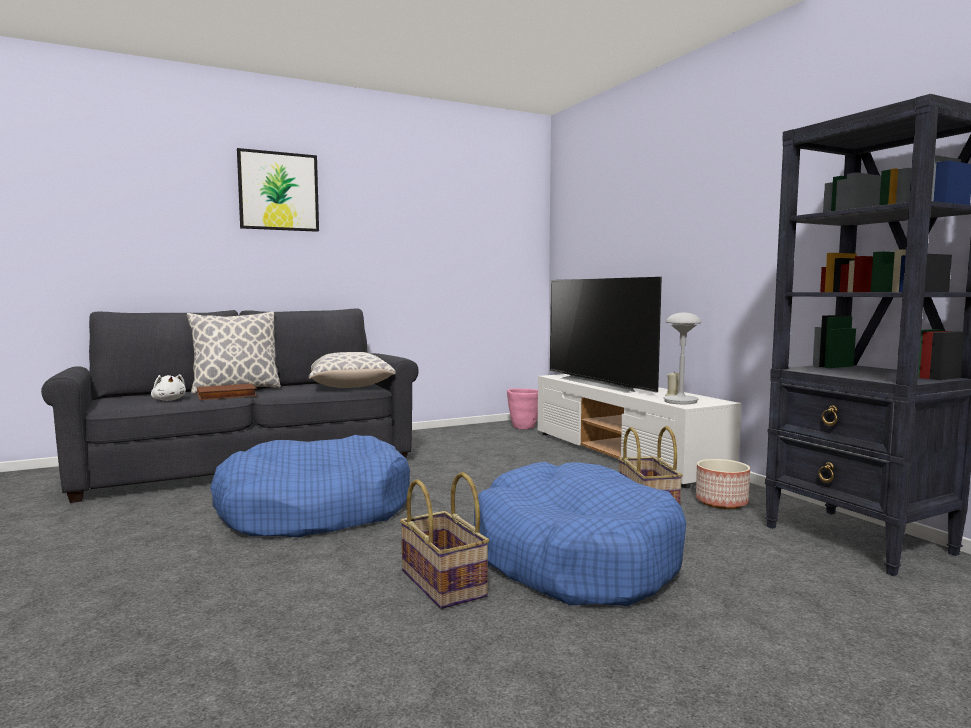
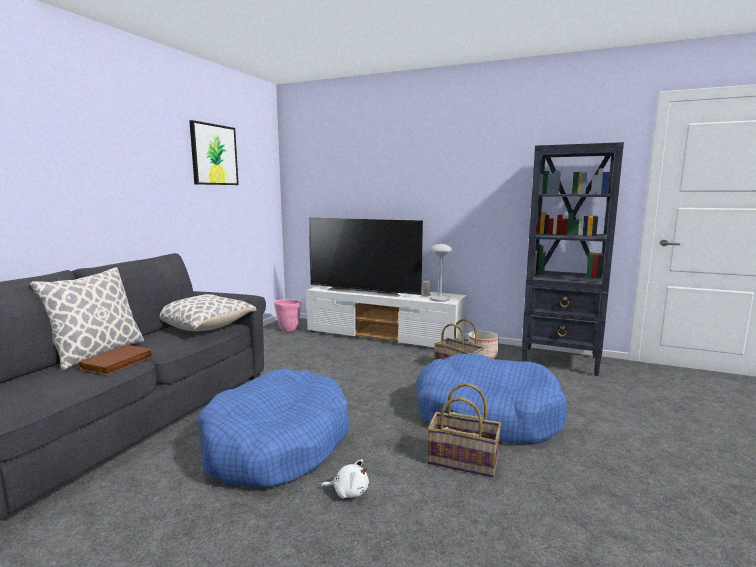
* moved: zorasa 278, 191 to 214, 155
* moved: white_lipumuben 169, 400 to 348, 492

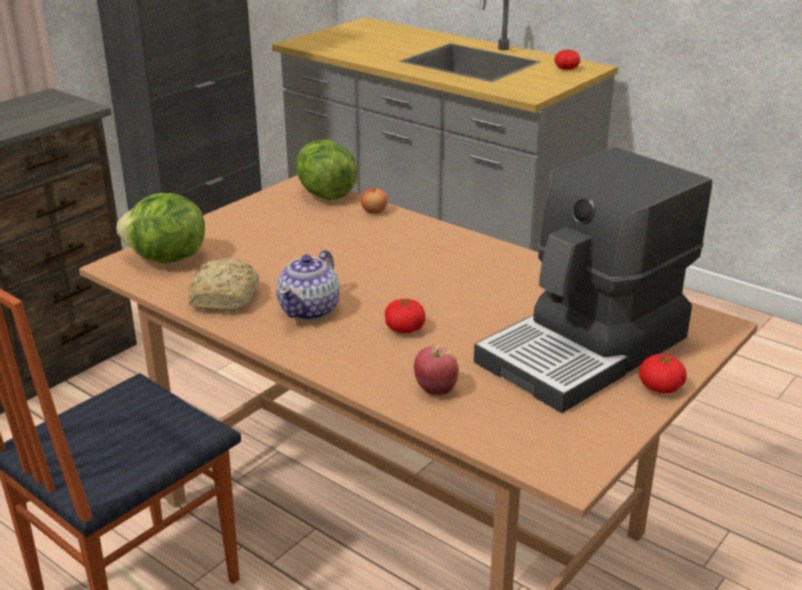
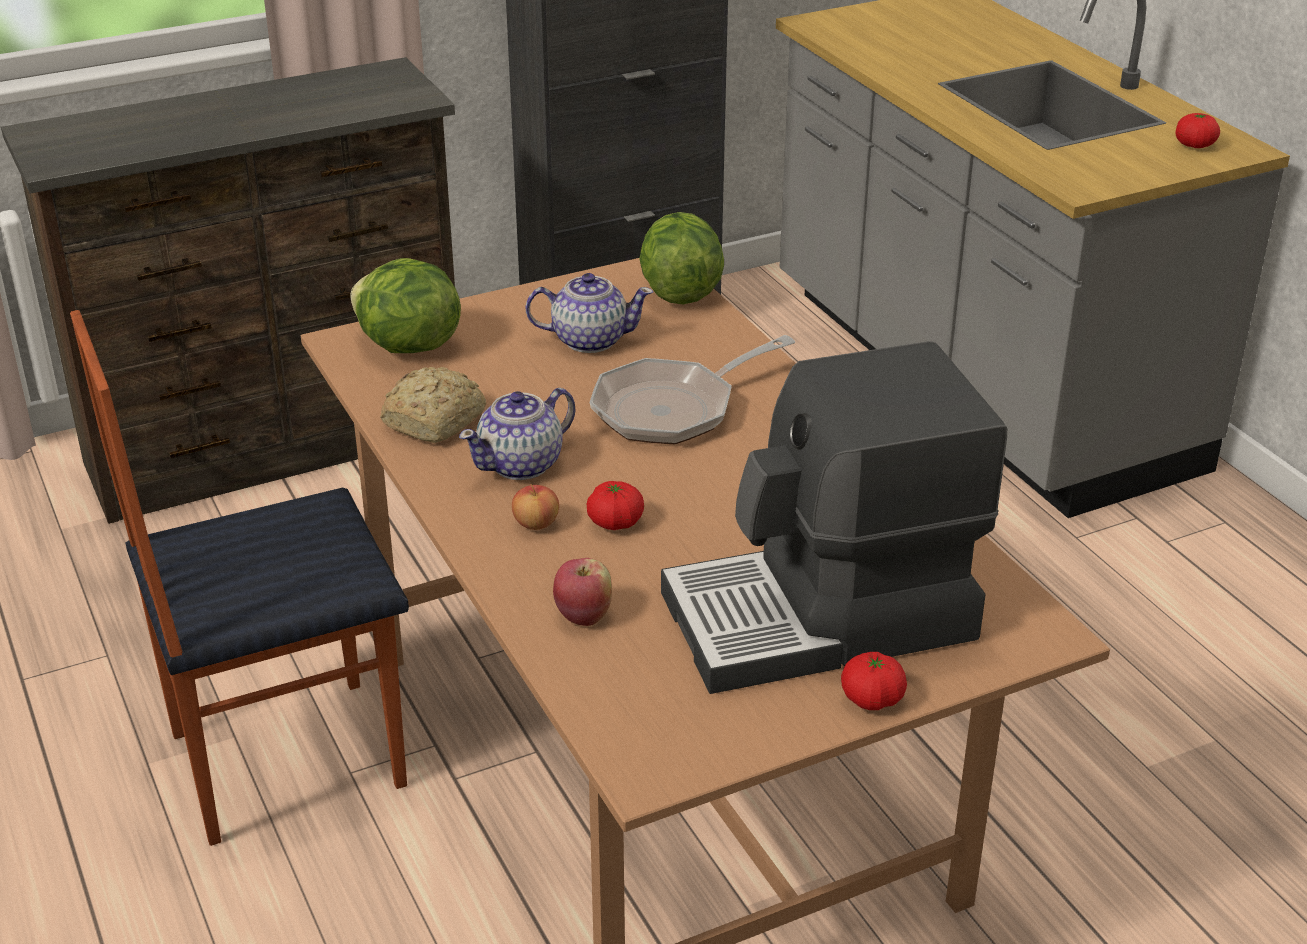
* moved: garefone 374, 211 to 536, 523
* added: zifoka 589, 340
* added: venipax 673, 408

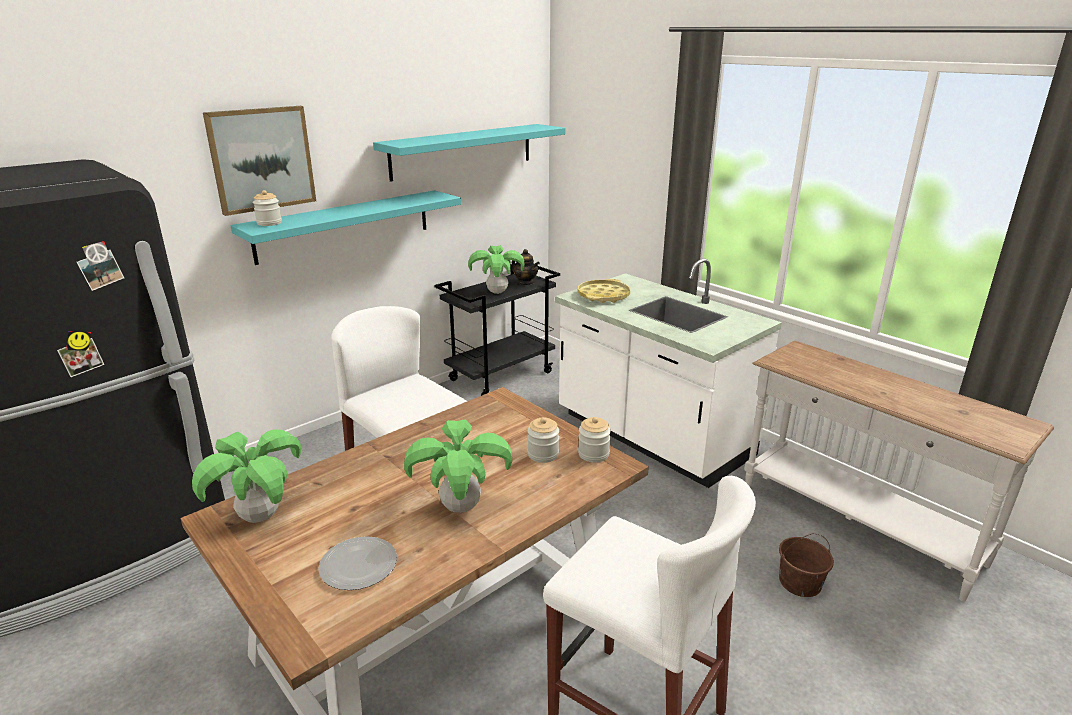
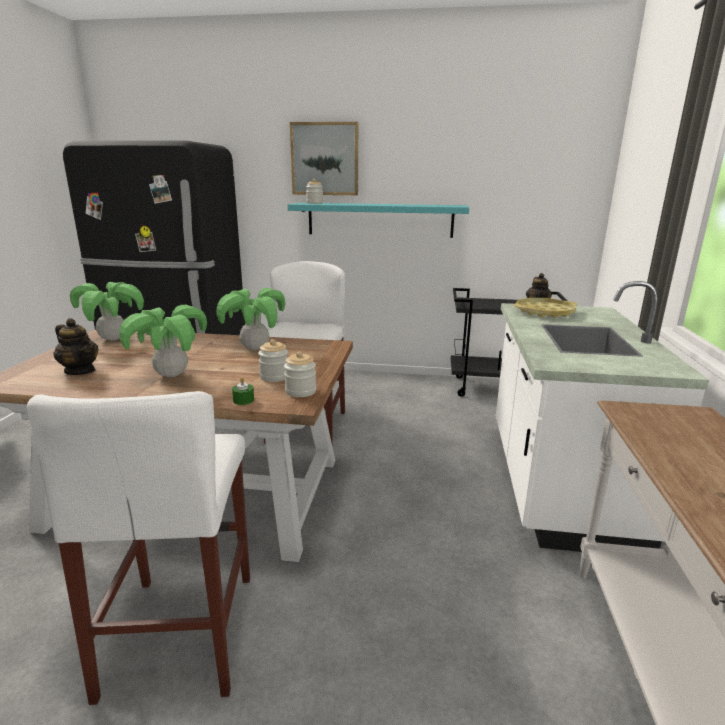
* removed: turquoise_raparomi 463, 151
* moved: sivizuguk 497, 292 to 255, 348
* removed: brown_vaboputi 800, 583
* replaced: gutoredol 357, 565 to zifoka 80, 371
* added: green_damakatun 243, 400

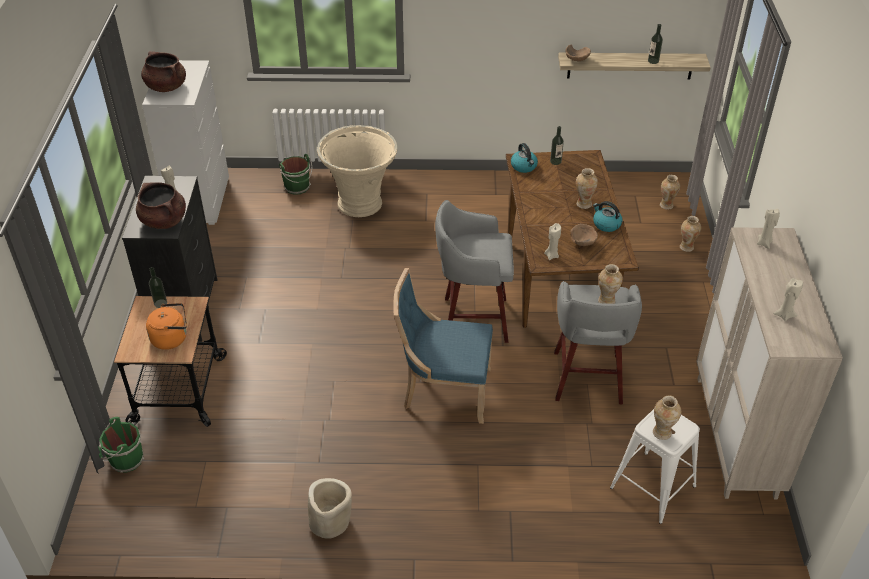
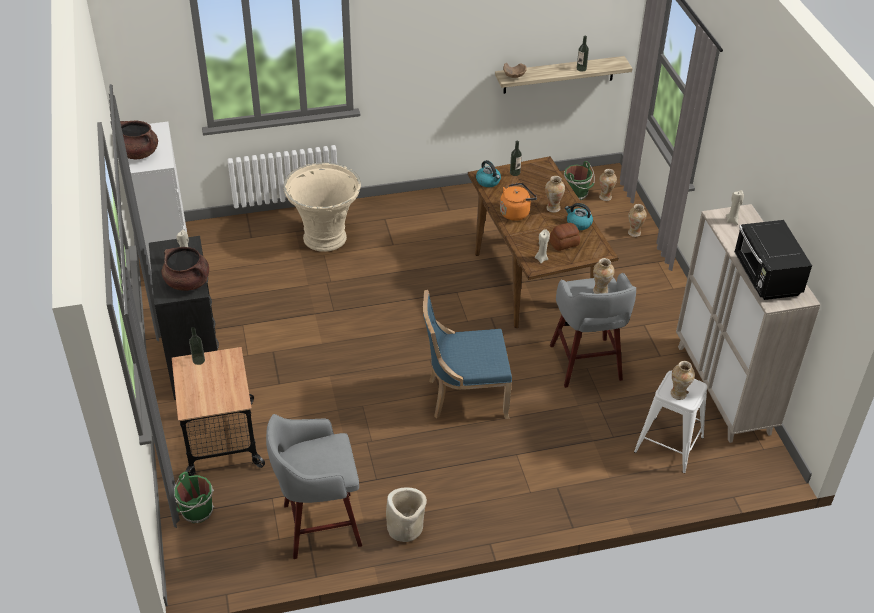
* moved: green_vaboputi 298, 187 to 577, 194
* moved: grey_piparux 472, 319 to 319, 525
* replaced: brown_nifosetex 583, 243 to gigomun 564, 243
* replaced: beige_damakatun 784, 315 to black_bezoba 766, 277
* moved: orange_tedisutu 172, 338 to 516, 212

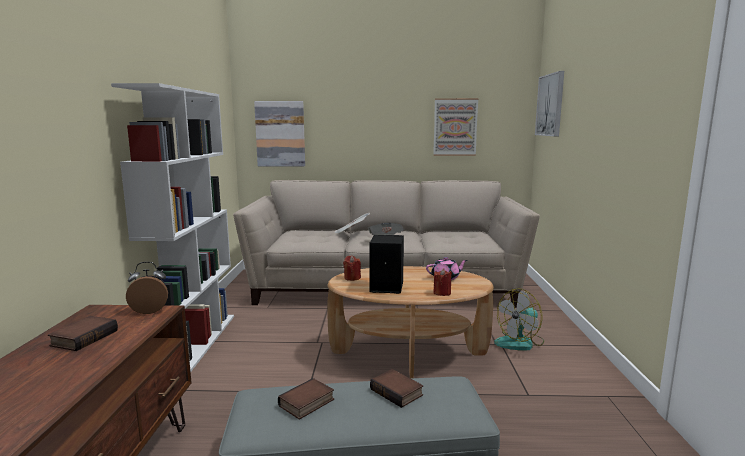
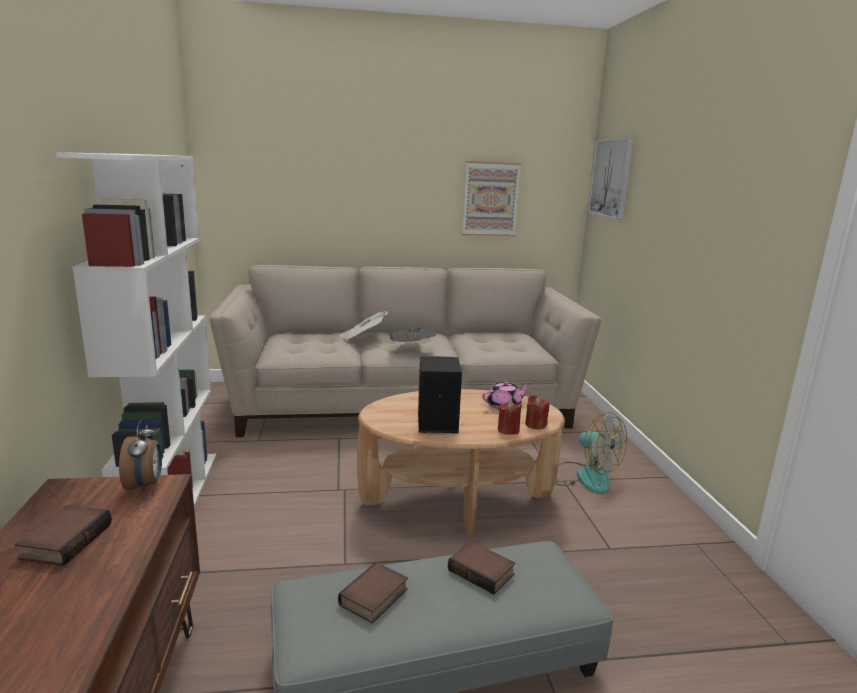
* removed: zorasa 280, 134
* moved: red_damakatun 352, 278 to 535, 424
* turned: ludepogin 150, 310 = 145, 485 105 degrees clockwise
* turned: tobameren 520, 342 = 584, 477 90 degrees counterclockwise

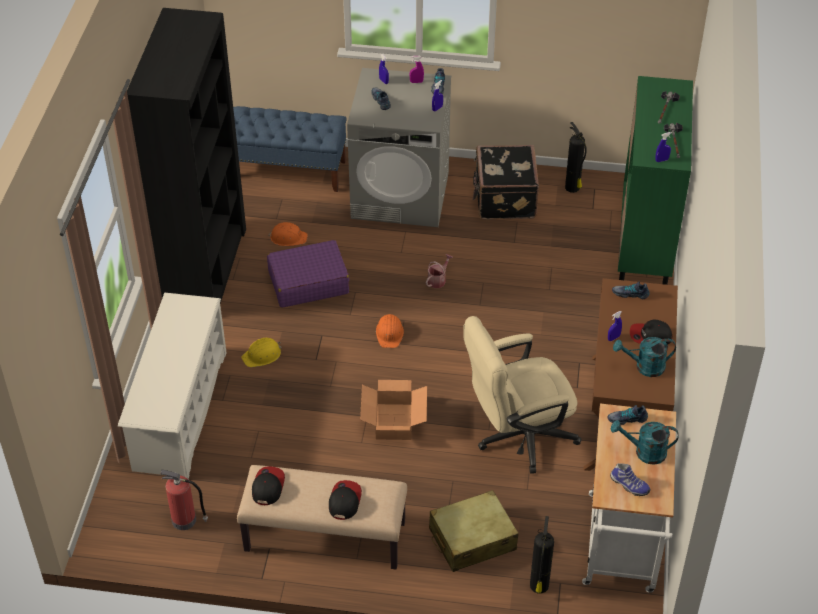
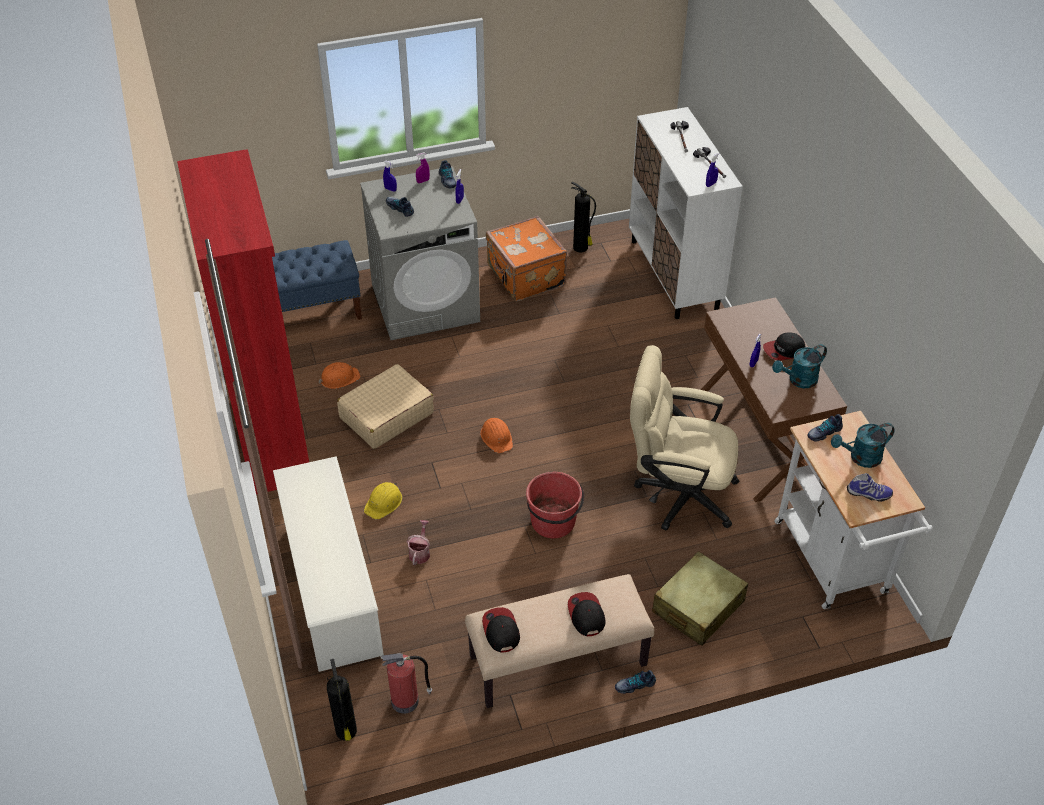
* recoloured: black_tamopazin 205, 269 to red_tamopazin 272, 436
* recoloured: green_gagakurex 645, 240 to white_gagakurex 674, 275
* recoloured: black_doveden 504, 199 to orange_doveden 525, 277
* recoloured: purple_doveden 308, 282 to beige_doveden 386, 415
* moved: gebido 438, 280 to 420, 552
* moved: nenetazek 630, 293 to 634, 685
* turned: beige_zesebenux 517, 437 = 677, 493 60 degrees clockwise
* replaced: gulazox 393, 422 to red_vaboputi 553, 522
* moved: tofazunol 539, 587 to 346, 732

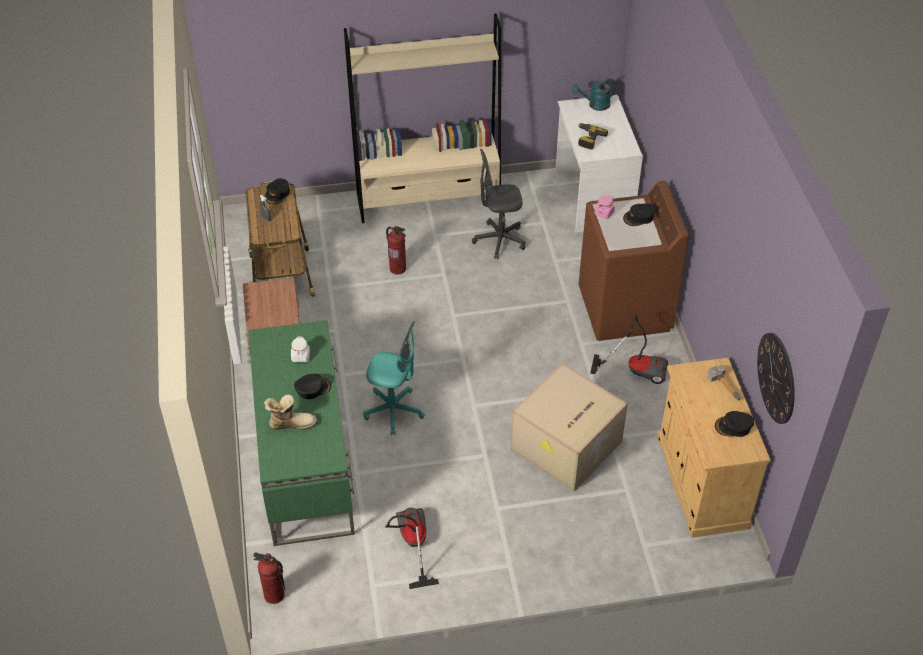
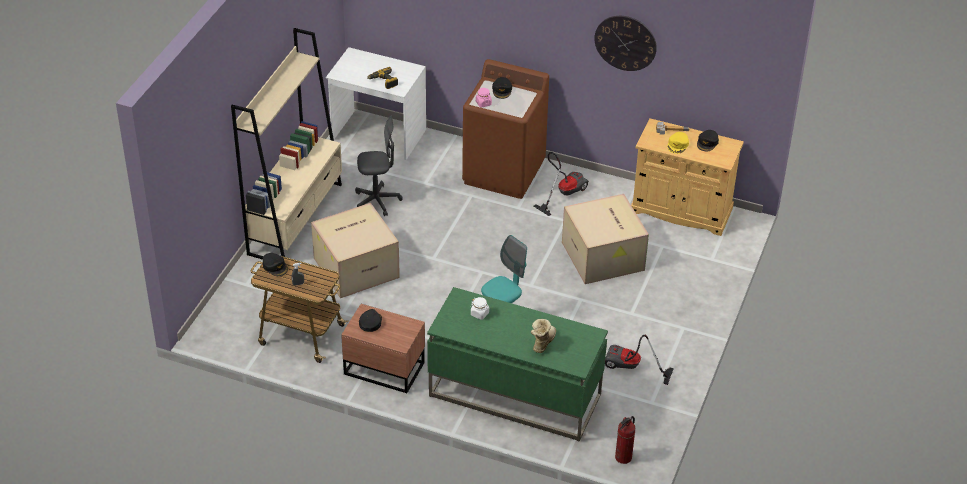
* removed: turquoise_gebido 595, 105
* turned: grey_zesebenux 499, 240 = 377, 201 120 degrees counterclockwise
* replaced: tofazunol 398, 268 to gulazox 356, 267
* moved: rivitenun 776, 378 to 625, 43
* moved: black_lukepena 312, 388 to 370, 322
* added: yellow_lukepena 678, 145

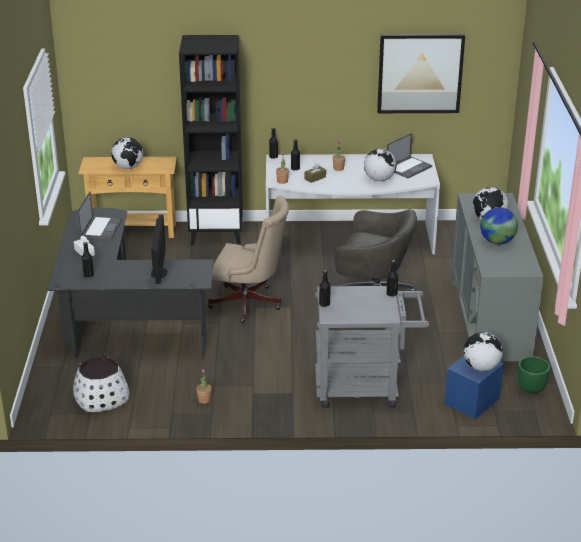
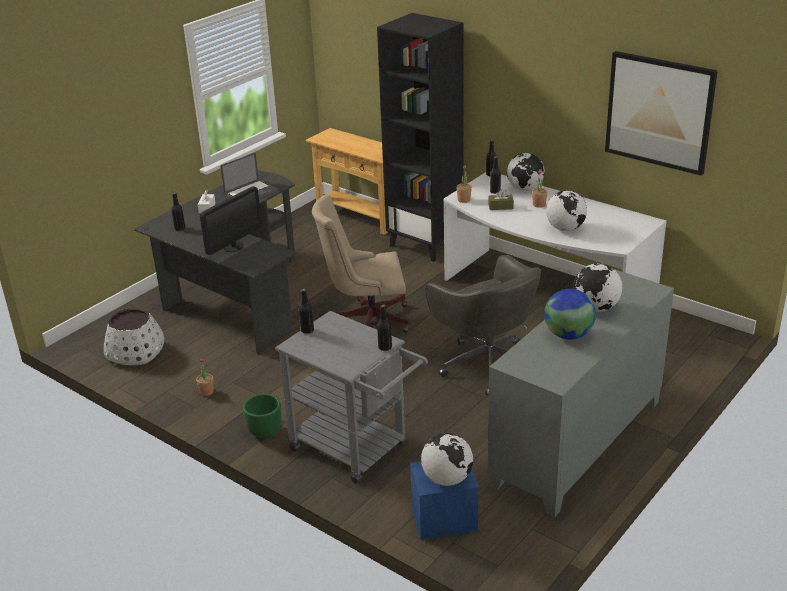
* removed: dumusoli 409, 167
* moved: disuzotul 128, 167 to 525, 189
* turned: beige_zesebenux 249, 304 = 366, 320 120 degrees clockwise
* moved: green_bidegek 531, 388 to 264, 432

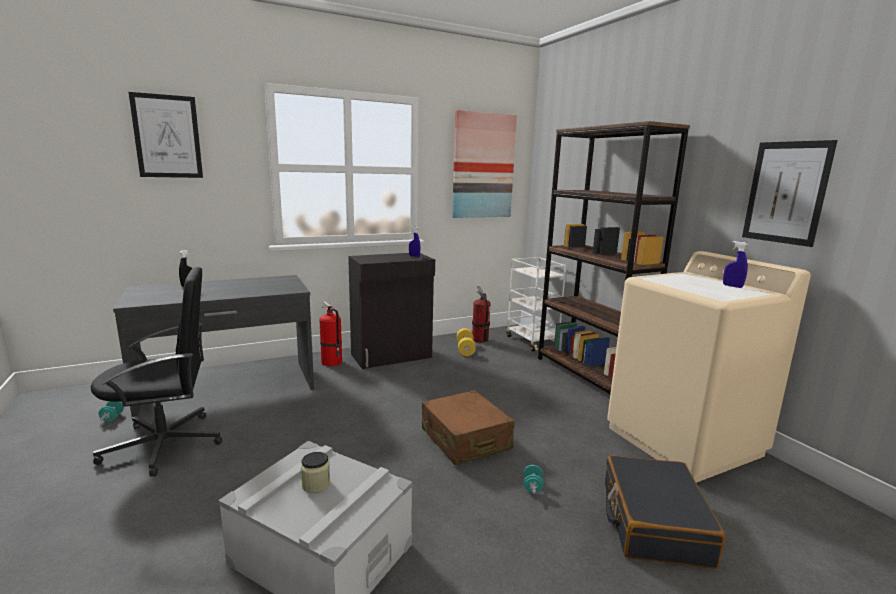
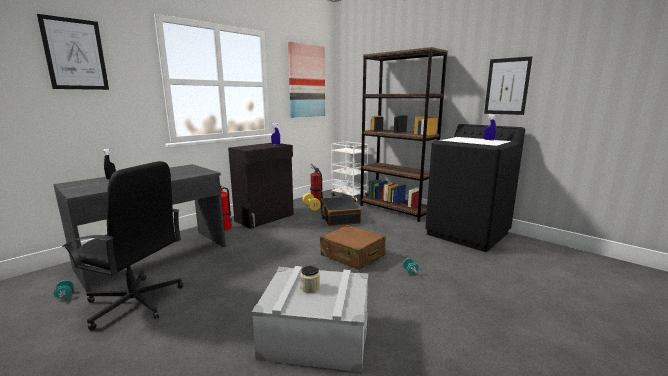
* recoloured: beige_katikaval 684, 441 to black_katikaval 467, 233
* turned: black_zesebenux 166, 444 = 135, 302 60 degrees clockwise
* moved: black_doveden 653, 522 to 339, 217

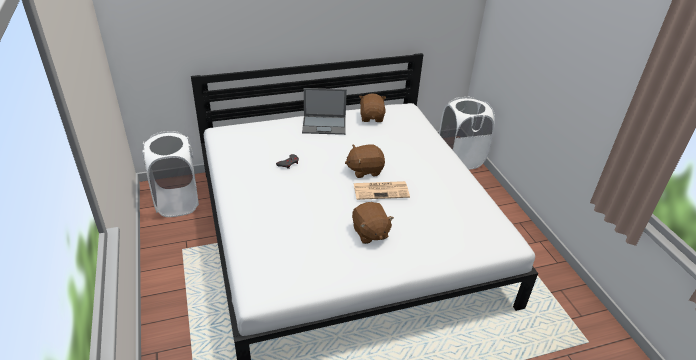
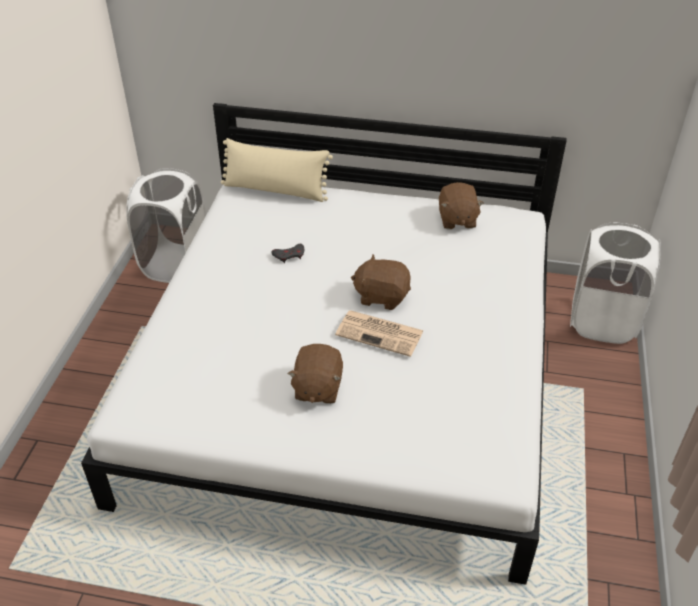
* removed: dumusoli 324, 125
* turned: brown_lipumuben 372, 117 = 457, 219 150 degrees clockwise
* added: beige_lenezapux 275, 190

